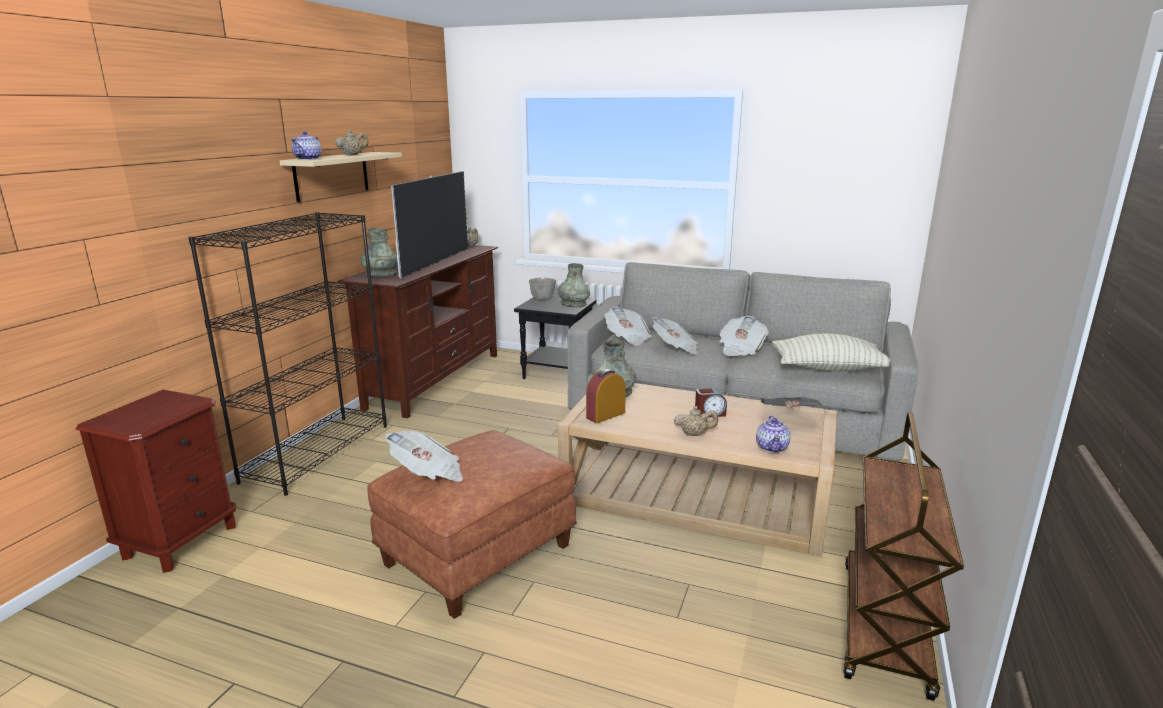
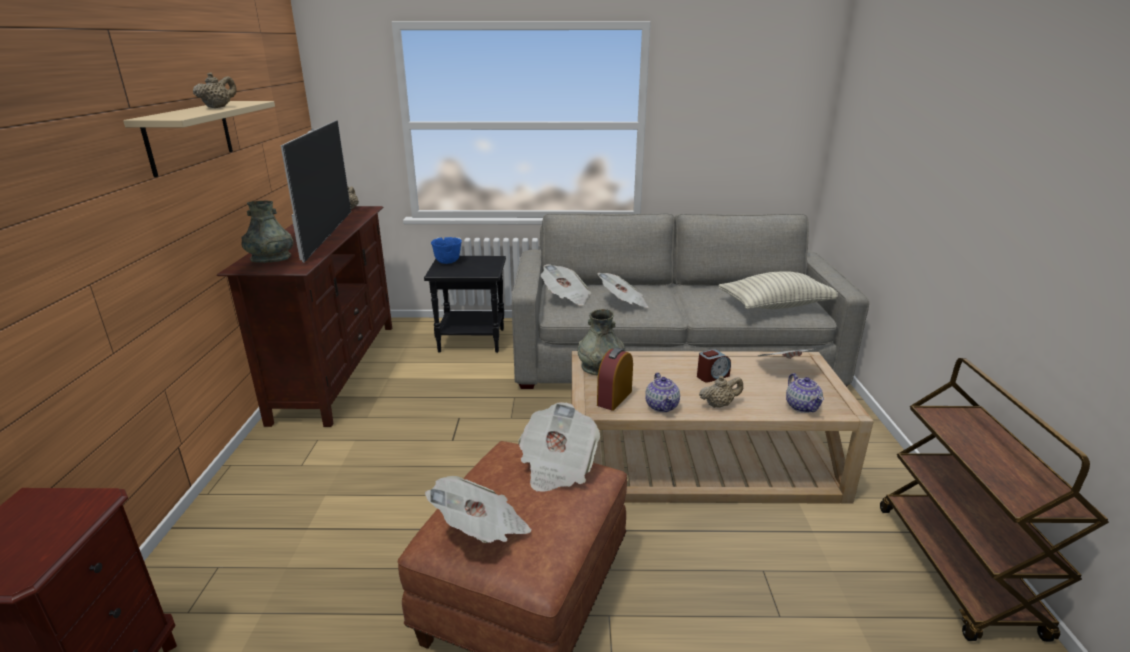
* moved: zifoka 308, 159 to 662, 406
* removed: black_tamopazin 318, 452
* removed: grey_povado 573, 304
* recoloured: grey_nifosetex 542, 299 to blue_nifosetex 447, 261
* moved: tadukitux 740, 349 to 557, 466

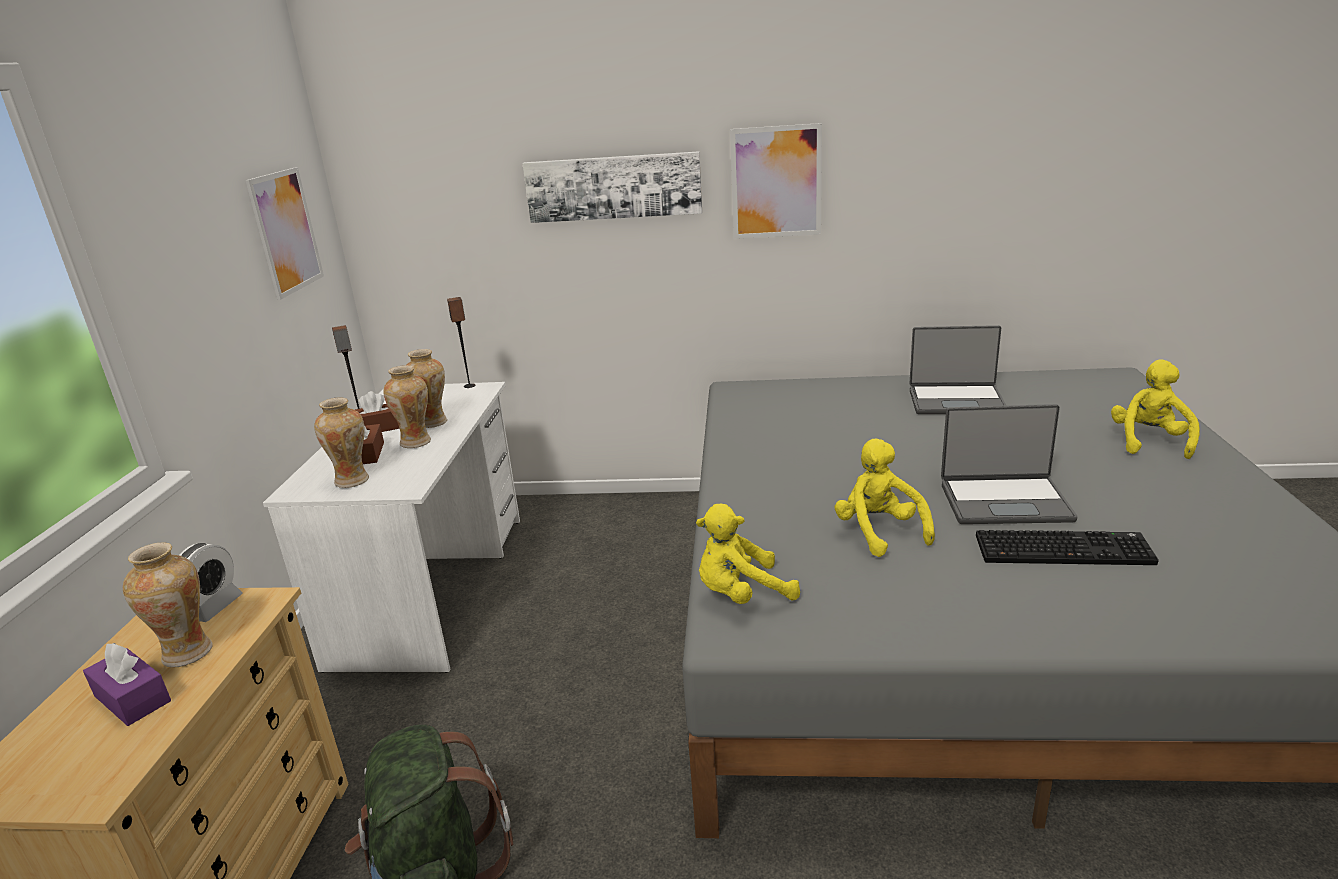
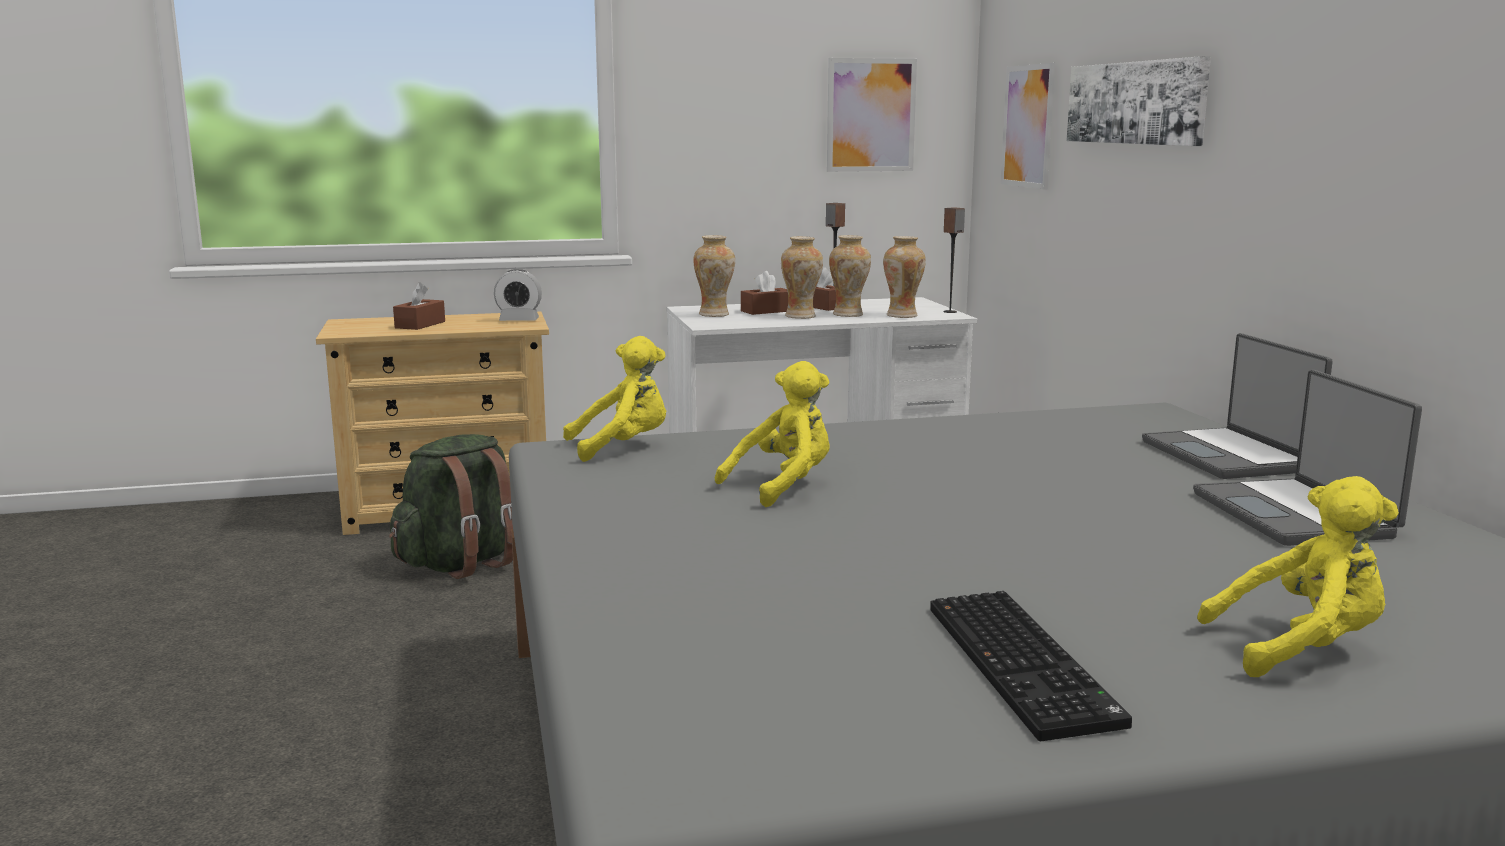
* moved: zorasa 776, 182 to 1028, 126
* moved: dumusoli 1004, 501 to 1229, 456
* turned: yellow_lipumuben 741, 594 = 623, 447 105 degrees clockwise
* moved: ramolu 1064, 549 to 1025, 665
* moved: povado 188, 652 to 902, 316
* recoloured: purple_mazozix 132, 699 to brown_mazozix 420, 325

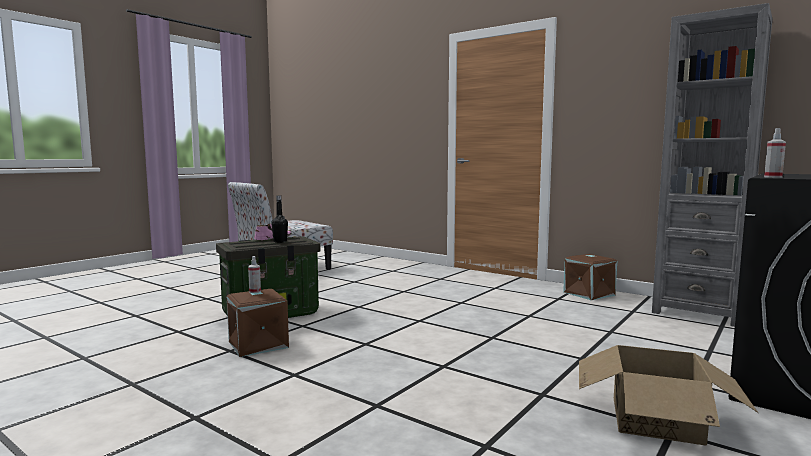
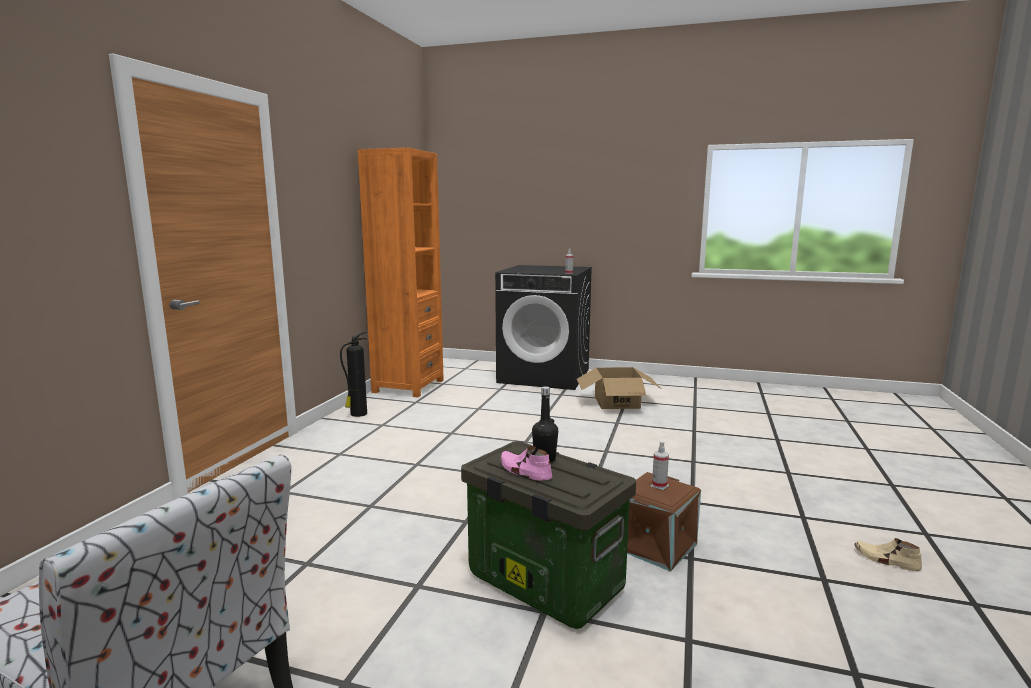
* recoloured: grey_tamopazin 698, 312 to orange_tamopazin 408, 386
* replaced: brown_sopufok 589, 293 to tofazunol 358, 414
* added: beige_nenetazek 886, 560

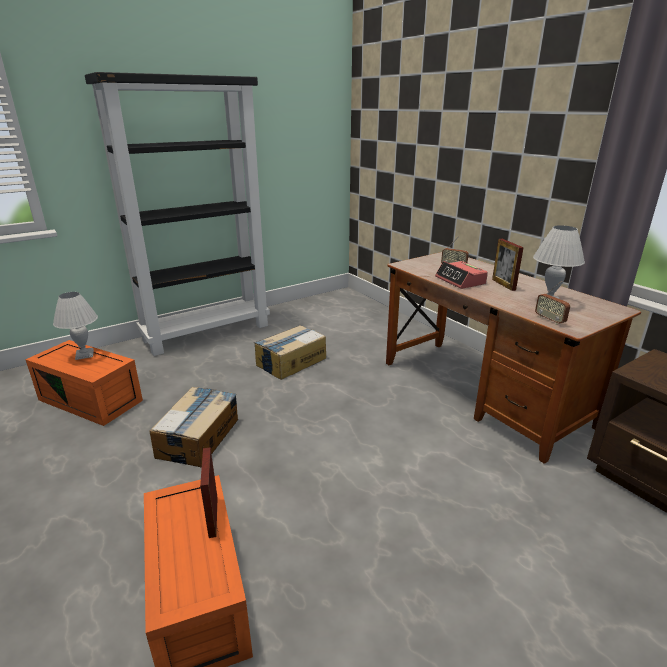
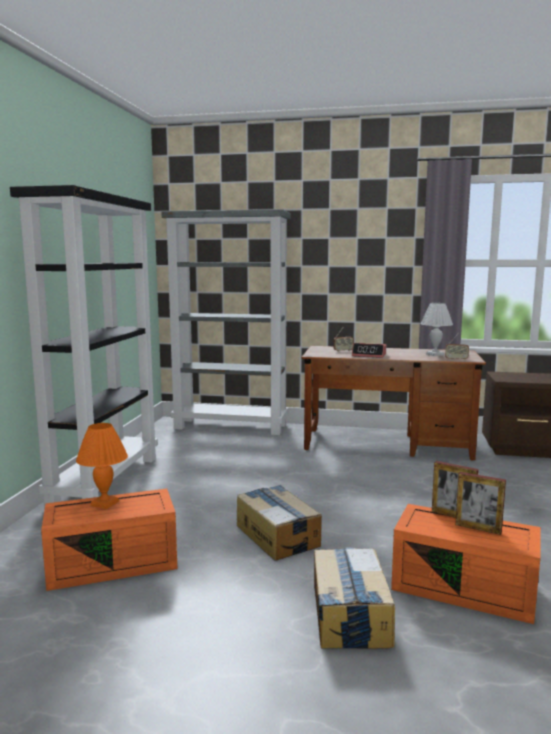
* moved: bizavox 503, 284 to 478, 528
* recoloured: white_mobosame 85, 355 to orange_mobosame 105, 503
* moved: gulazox 290, 361 to 349, 614
* added: grey_tamopazin 231, 426

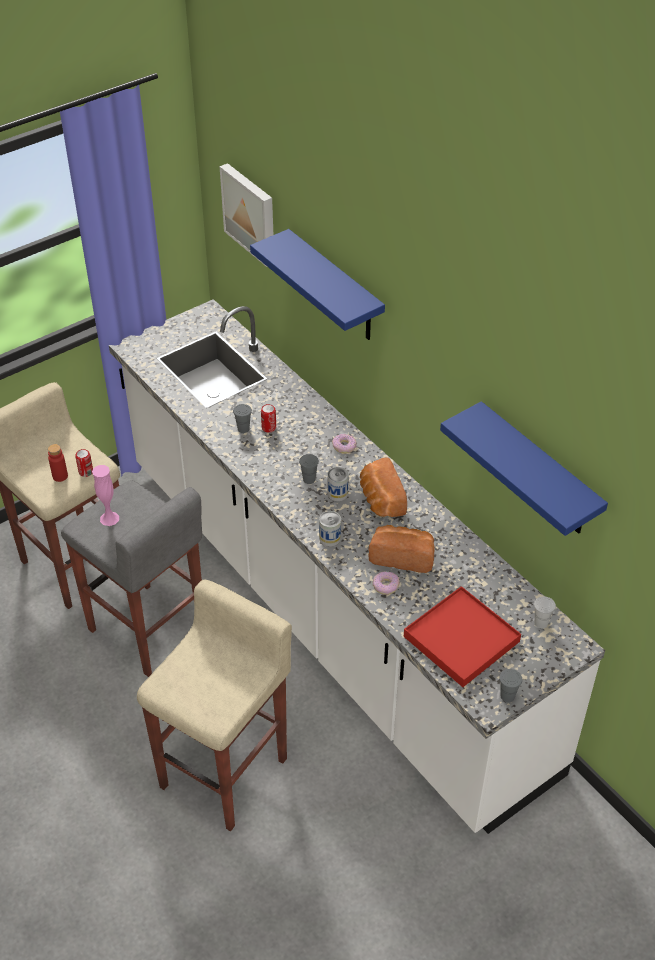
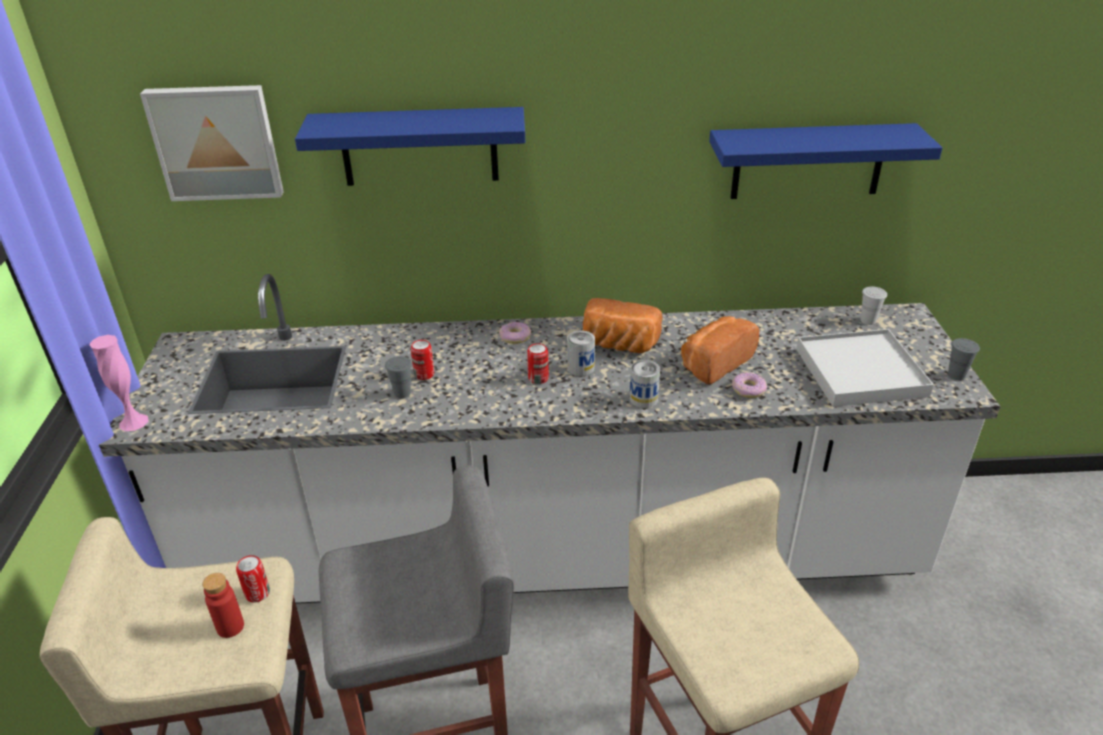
* replaced: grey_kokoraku 309, 479 to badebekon 538, 378
* moved: pink_povado 109, 518 to 133, 422
* recoloured: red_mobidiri 461, 639 to white_mobidiri 860, 372

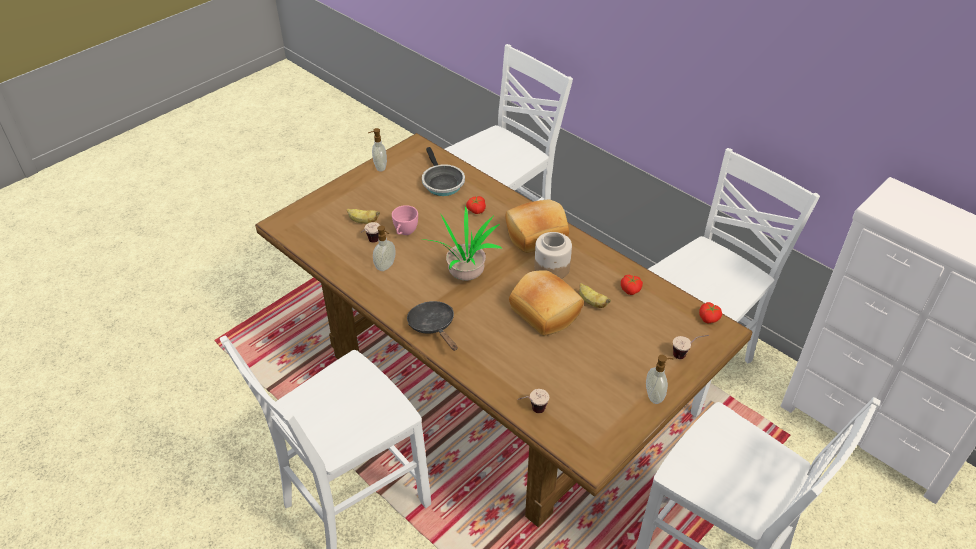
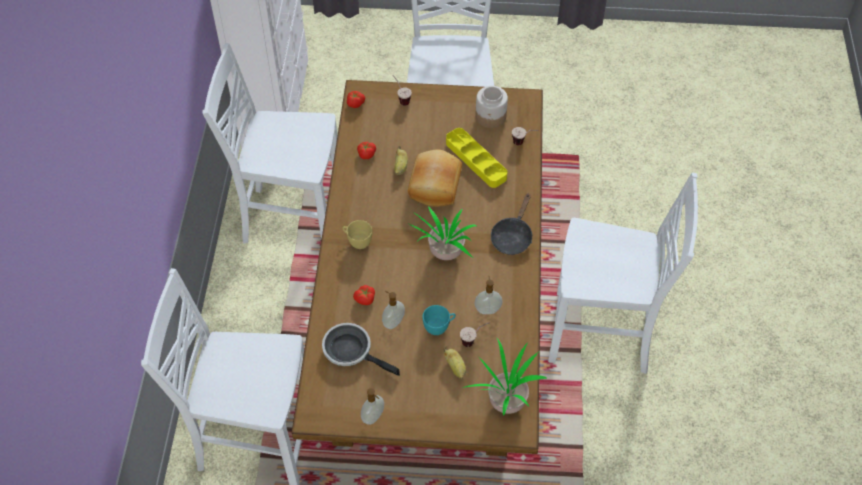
* turned: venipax 441, 182 = 351, 351 90 degrees counterclockwise
* replaced: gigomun 535, 233 to yellow_kokoraku 357, 242
* recoloured: pink_kokoraku 404, 232 to turquoise_kokoraku 439, 327
* moved: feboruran 551, 268 to 491, 117
* moved: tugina 655, 396 to 393, 322
* added: yellow_mobidiri 476, 160
* added: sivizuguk 505, 400

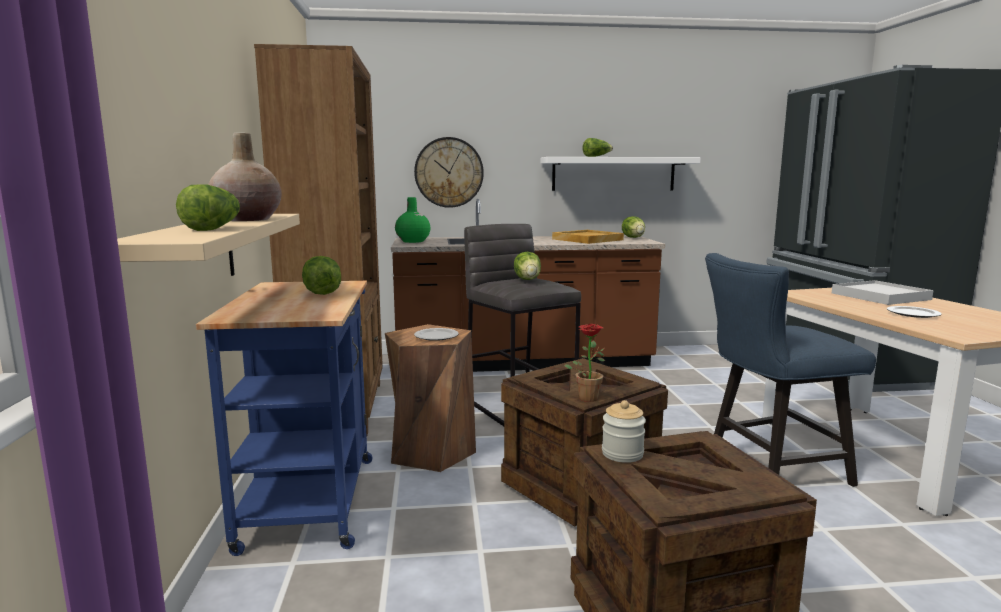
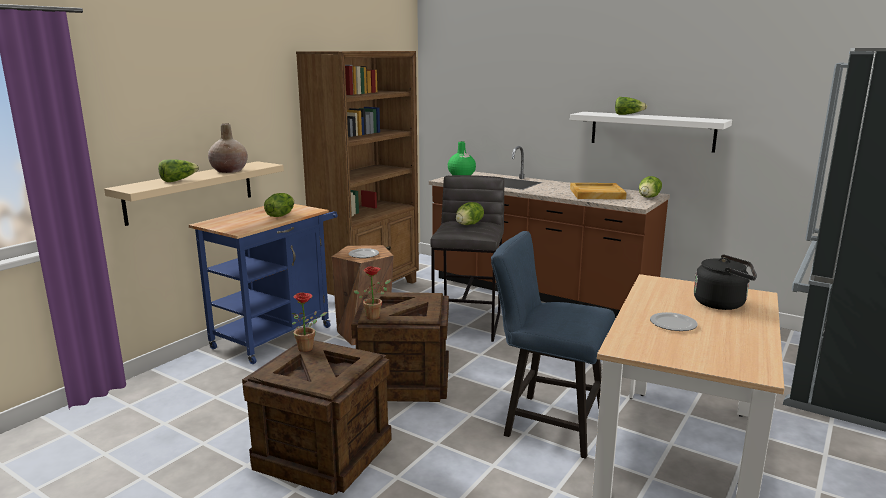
* removed: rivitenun 449, 172
* replaced: white_mobidiri 880, 296 to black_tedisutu 722, 303
* replaced: feboruran 622, 454 to sivizuguk 309, 348

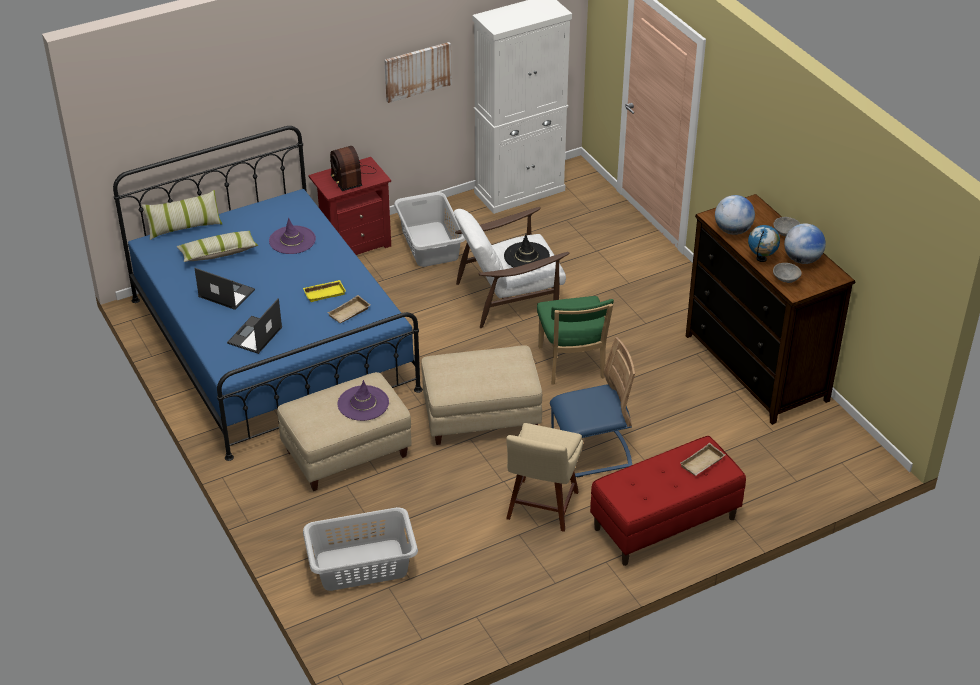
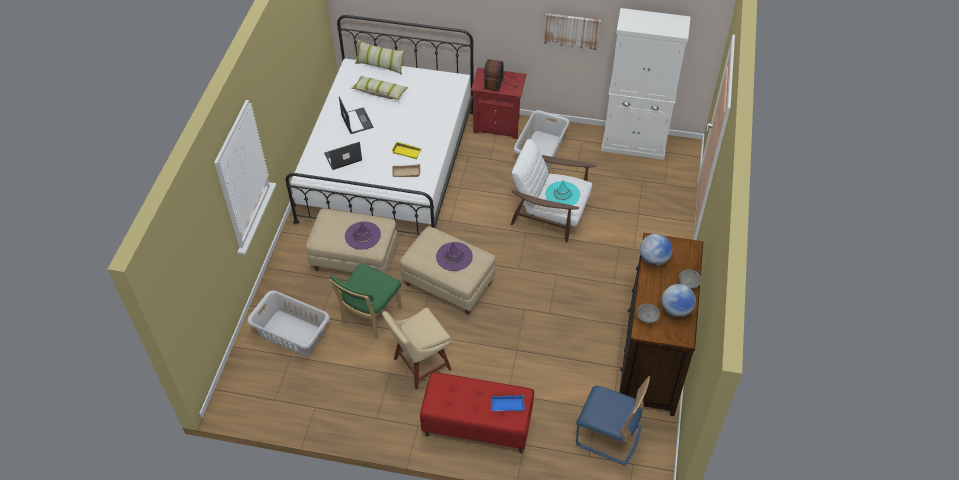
* recoloured: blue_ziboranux 272, 343 to white_ziboranux 388, 164
* moved: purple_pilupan 292, 240 to 454, 257
* removed: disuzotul 761, 259
* recoloured: black_pilupan 526, 256 to turquoise_pilupan 562, 194
* moved: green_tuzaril 572, 365 to 369, 316
* moved: blue_tuzaril 591, 453 to 608, 436
* recoloured: beige_mobidiri 702, 464 to blue_mobidiri 507, 406

